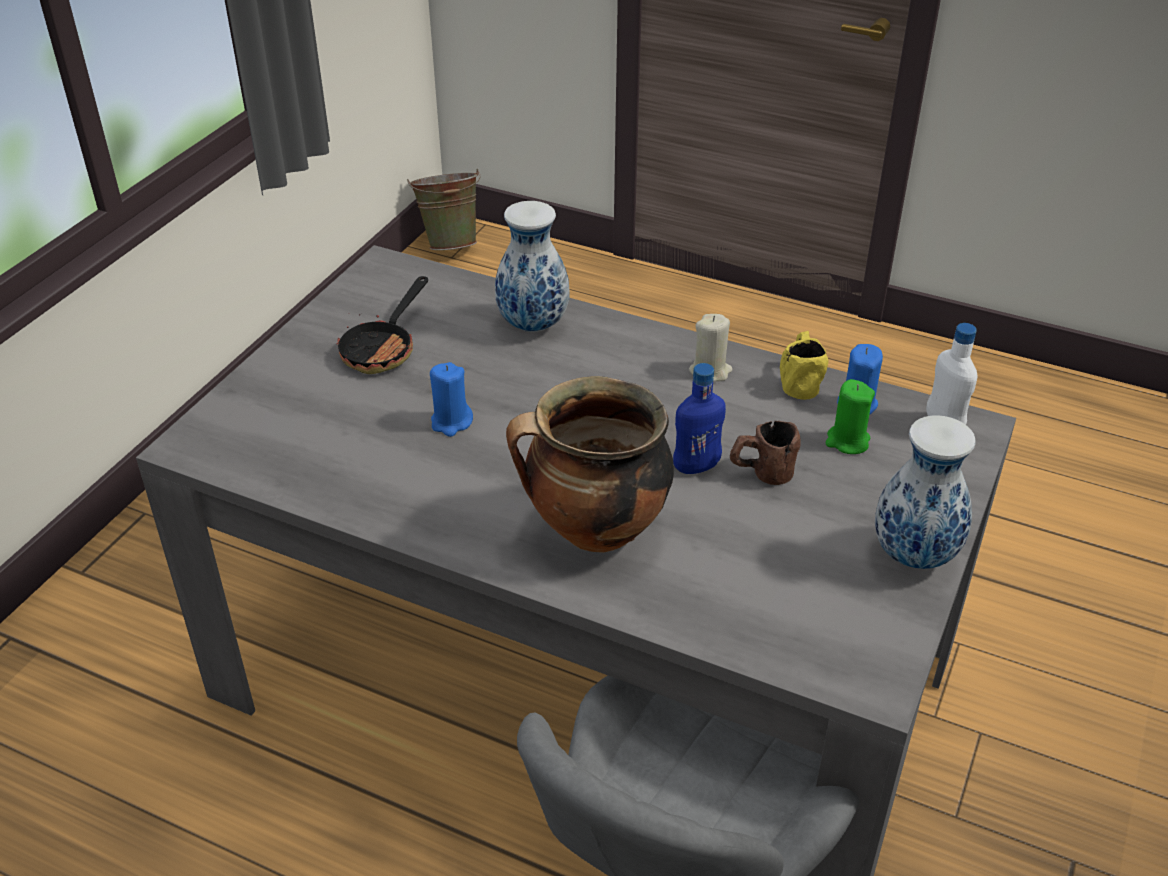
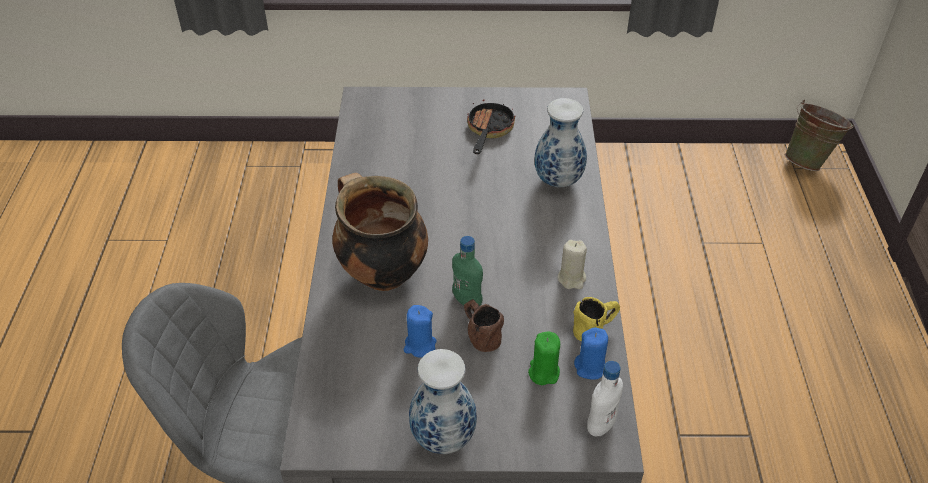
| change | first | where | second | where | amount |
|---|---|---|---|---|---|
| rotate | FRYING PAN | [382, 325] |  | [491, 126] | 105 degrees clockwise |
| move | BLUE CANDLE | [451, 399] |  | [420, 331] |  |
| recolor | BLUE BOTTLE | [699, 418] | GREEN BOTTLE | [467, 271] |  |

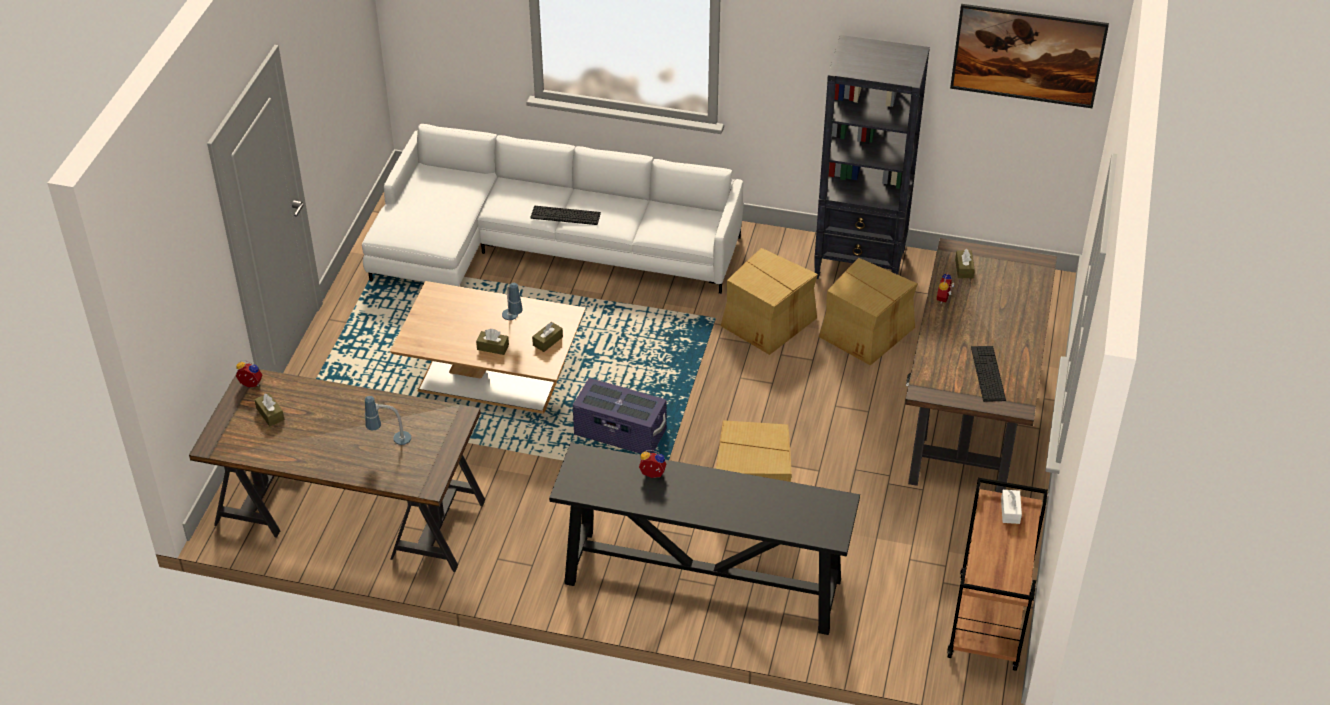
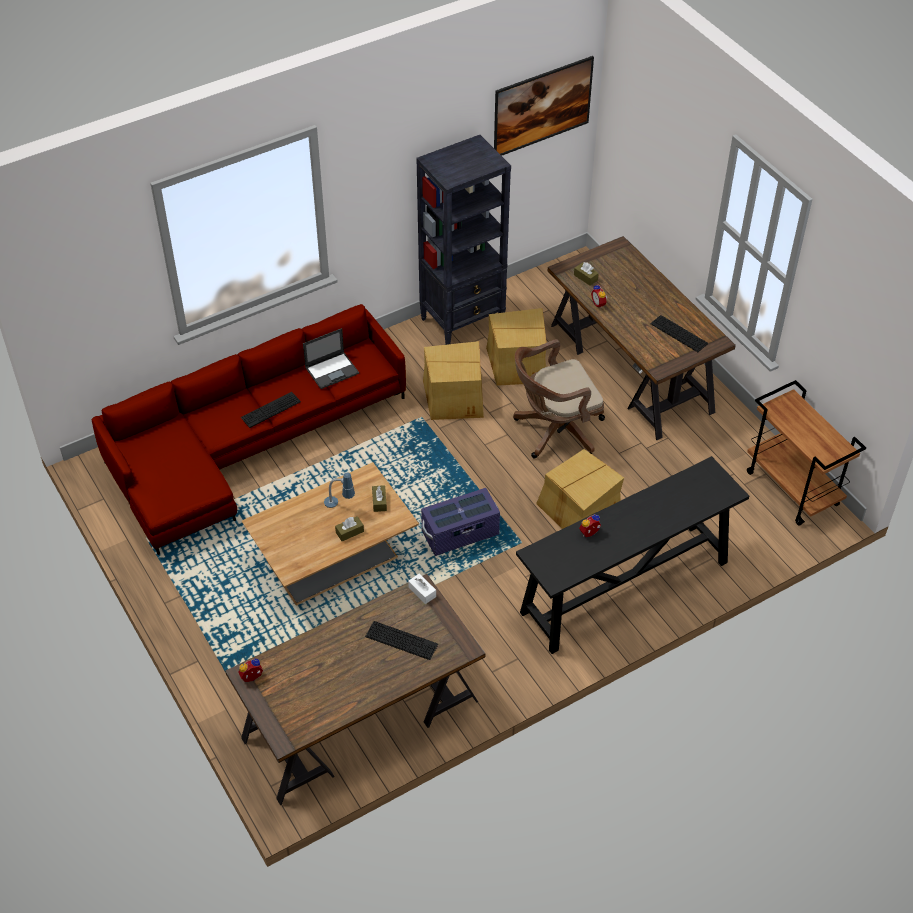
| change | first | where | second | where | amount |
|---|---|---|---|---|---|
| recolor | WHITE SOFA | [552, 209] | RED SOFA | [249, 429] |  |
| delete | BROWN TISSUE BOX | [269, 409] |  |  |  |
| replace | TABLE LAMP | [388, 420] | KEYBOARD | [401, 640] |  |
| move | WHITE TISSUE BOX | [1011, 507] |  | [422, 589] |  |
| insert |  |  | LAPTOP | [331, 358] |  |
| insert |  |  | BROWN OFFICE CHAIR | [559, 399] |  |

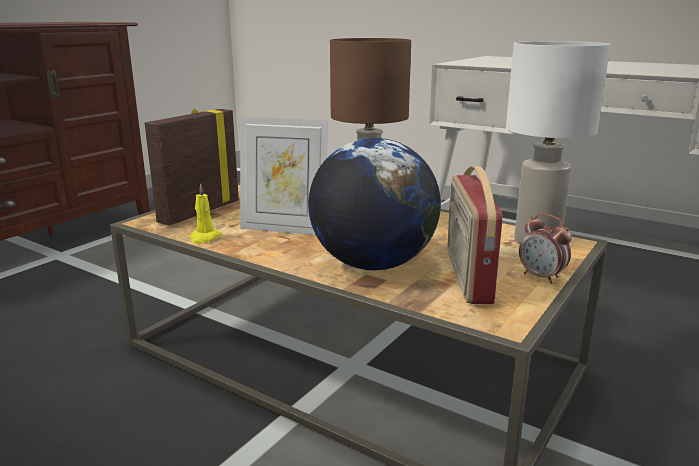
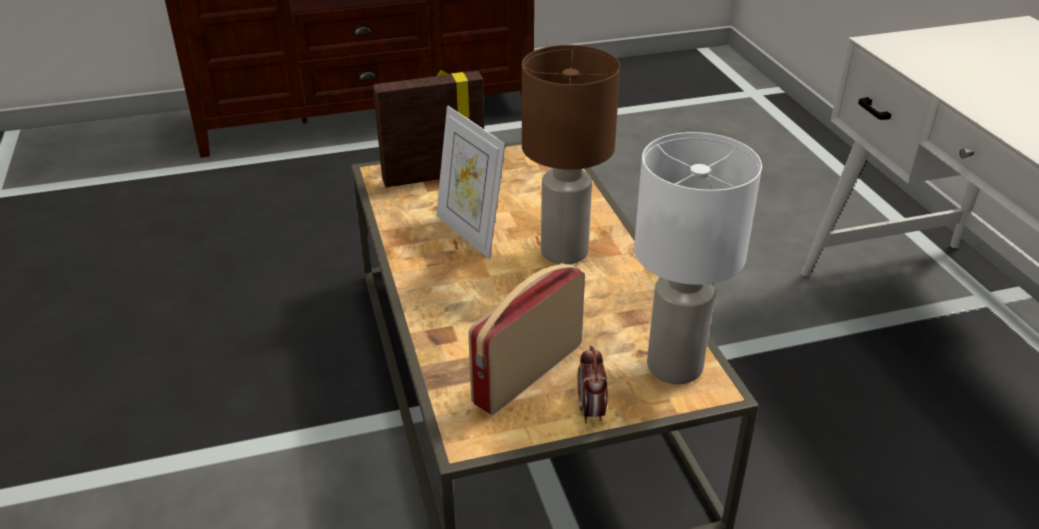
| change | first | where | second | where | amount |
|---|---|---|---|---|---|
| delete | GLOBE | [374, 204] |  |  |  |
| delete | YELLOW CANDLE | [206, 213] |  |  |  |

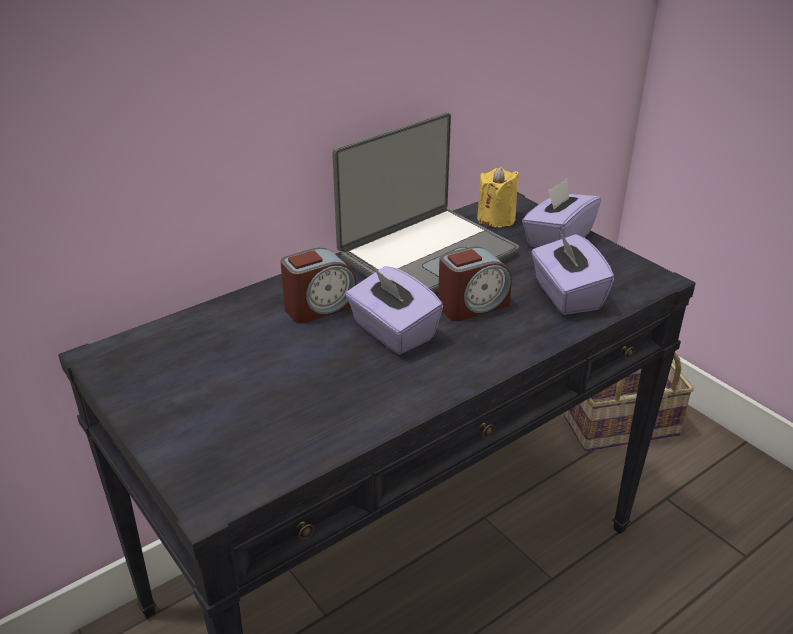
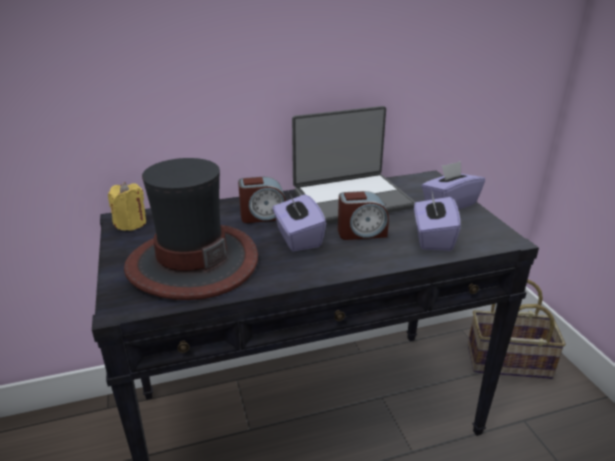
| change | first | where | second | where | amount |
|---|---|---|---|---|---|
| move | YELLOW CANDLE | [498, 196] |  | [127, 206] |  |
| insert |  |  | HAT | [191, 229] |  |

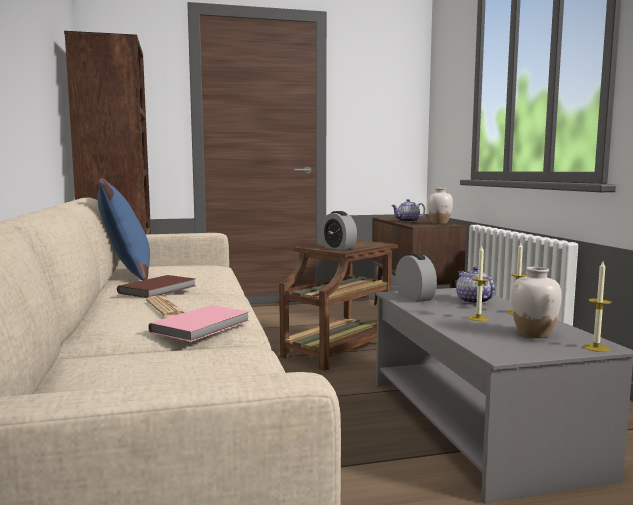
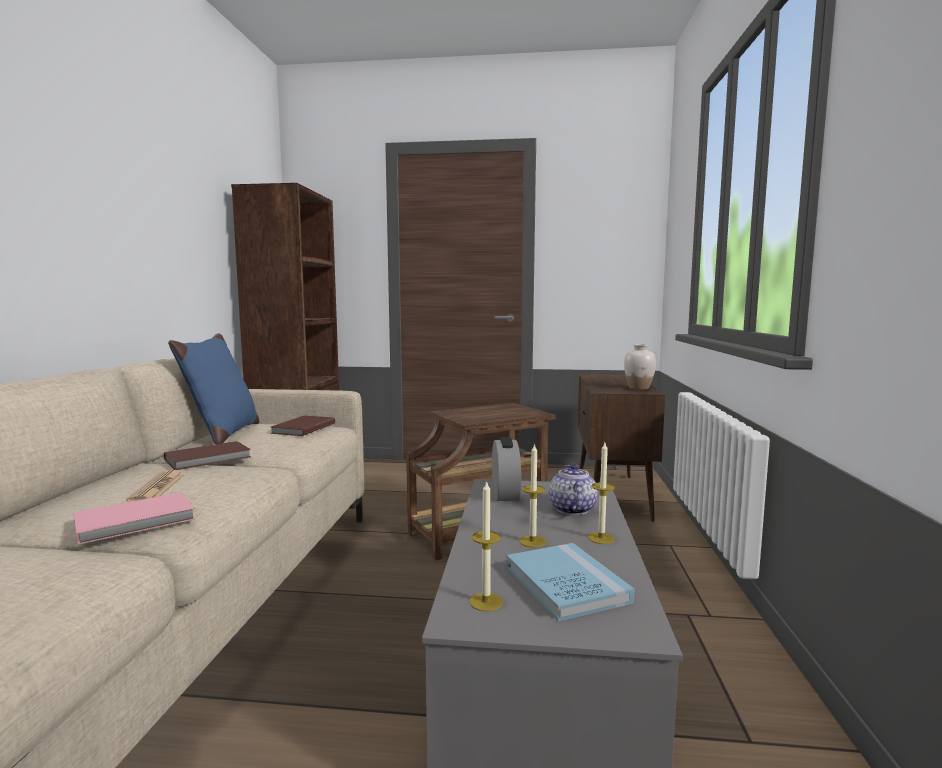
| change | first | where | second | where | amount |
|---|---|---|---|---|---|
| delete | TEAPOT | [408, 210] |  |  |  |
| delete | ALARM CLOCK | [339, 230] |  |  |  |
| move | CANDLE | [597, 306] |  | [486, 545] |  |
| replace | WHITE VASE | [536, 302] | BLUE BOOK | [570, 582] |  |
| insert |  |  | BROWN BOOK | [302, 425] |  |

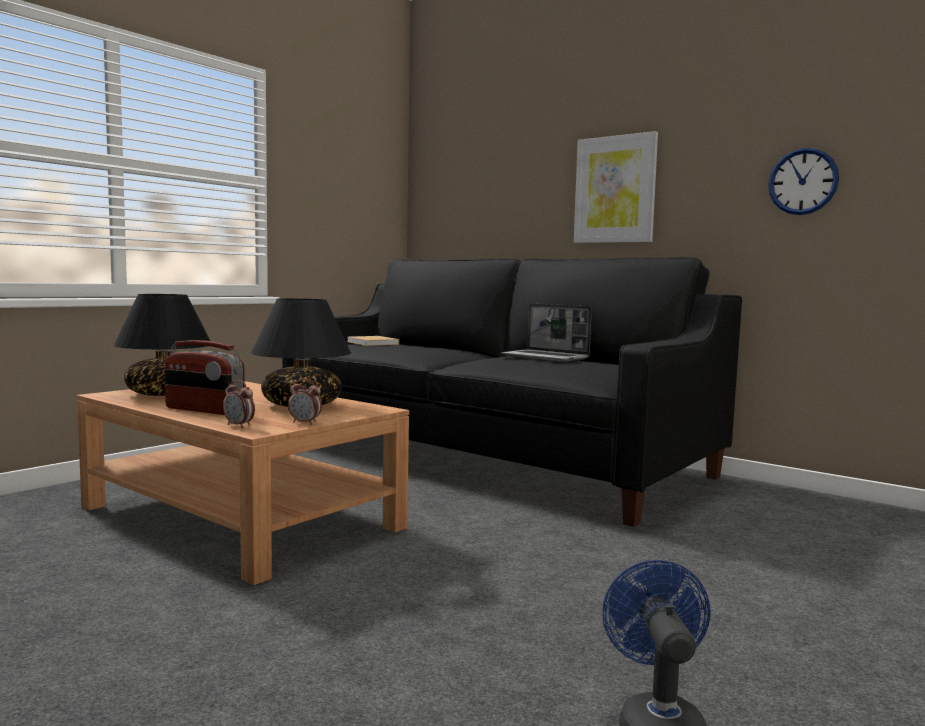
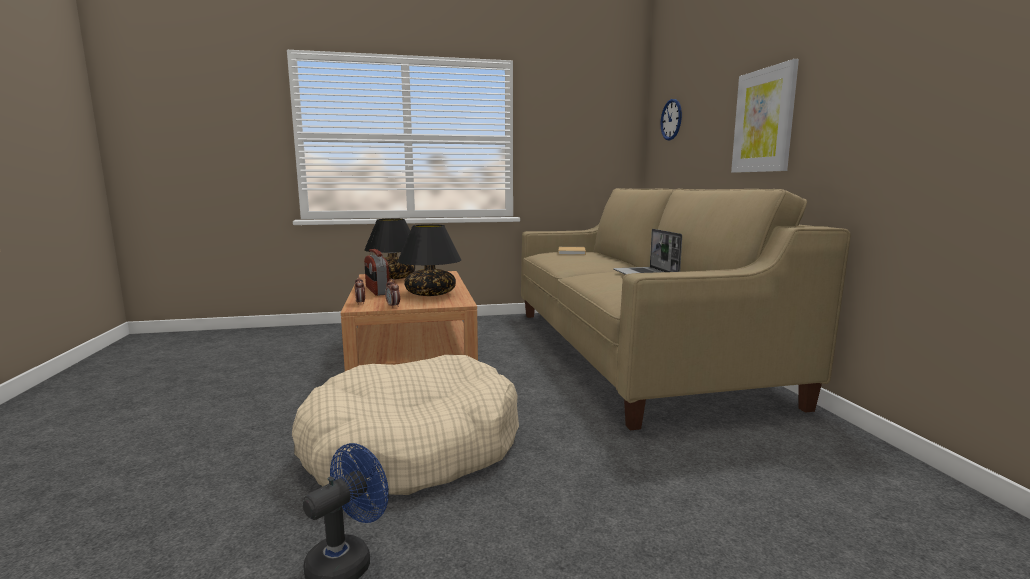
| change | first | where | second | where | amount |
|---|---|---|---|---|---|
| move | WALL CLOCK | [803, 181] |  | [671, 119] |  |
| recolor | BLACK SOFA | [512, 392] | BEIGE SOFA | [686, 309] |  |
| insert |  |  | BEIGE DOG BED | [405, 425] |  |

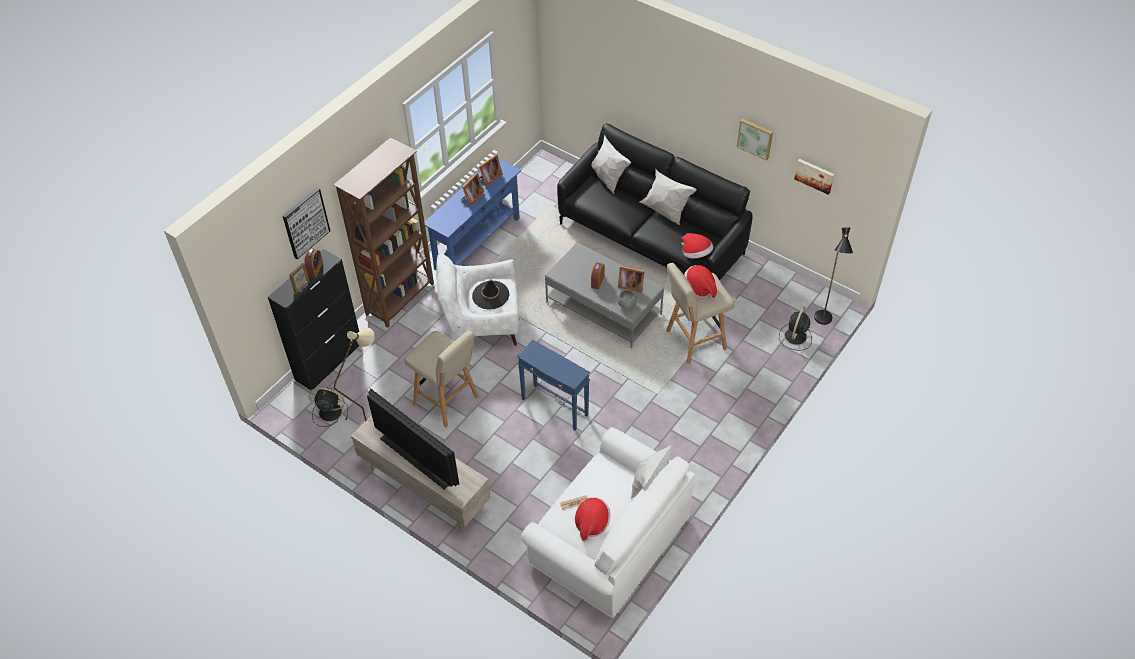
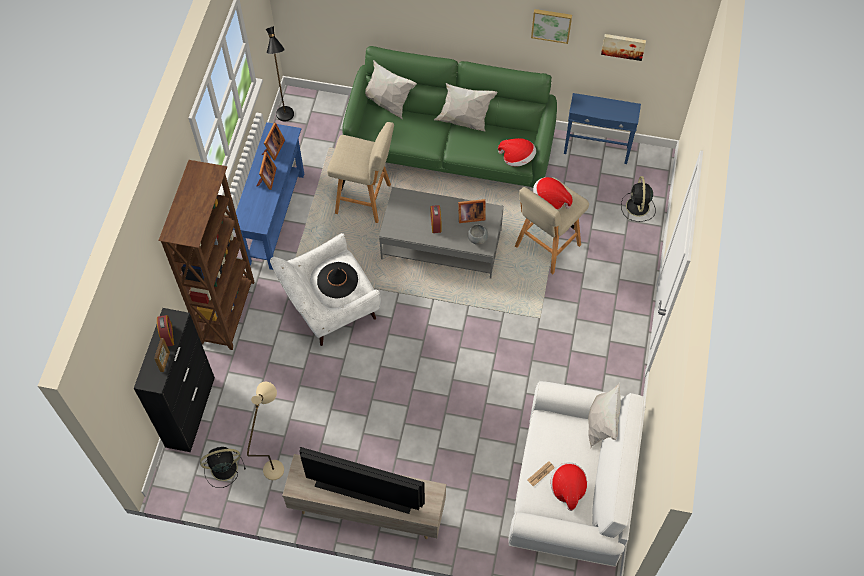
| change | first | where | second | where | amount |
|---|---|---|---|---|---|
| recolor | BLACK SOFA | [655, 201] | GREEN SOFA | [449, 117] |  |
| delete | PICTURE | [306, 223] |  |  |  |
| move | BLACK FLOOR LAMP | [833, 276] |  | [280, 73] |  |
| move | BEIGE STOOL | [441, 378] |  | [360, 172] |  |
| move | BLUE SIDE TABLE | [553, 385] |  | [602, 128] |  |

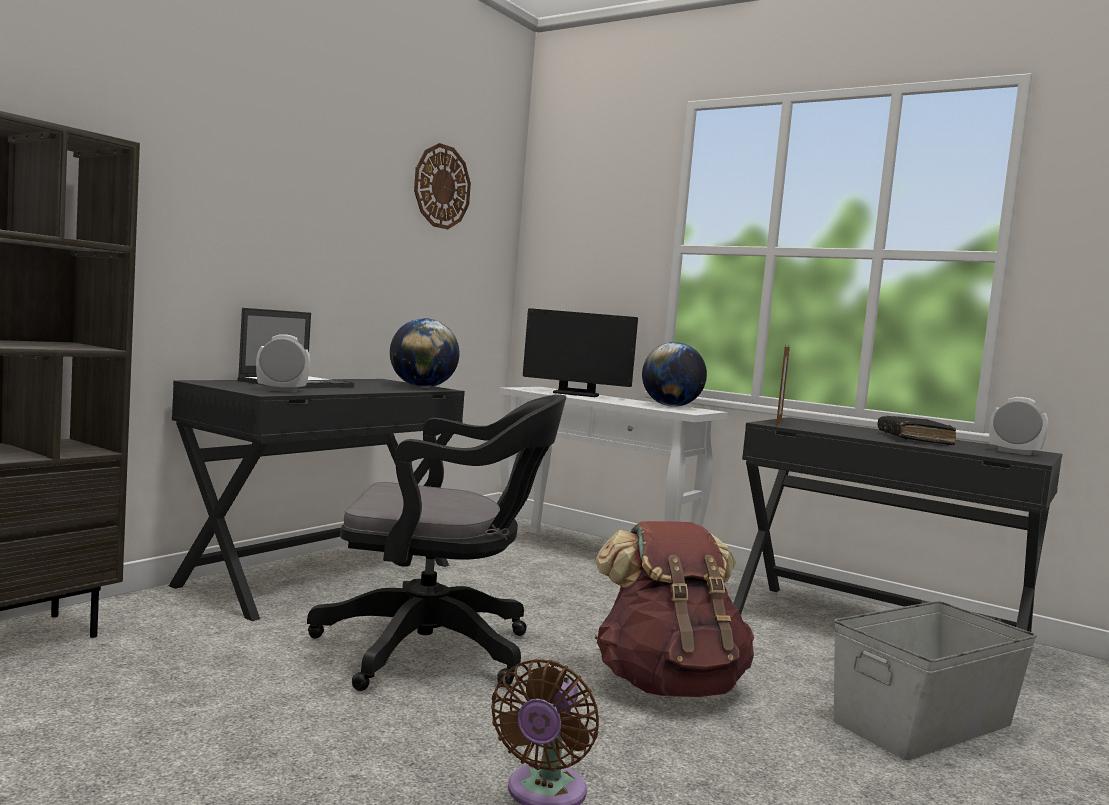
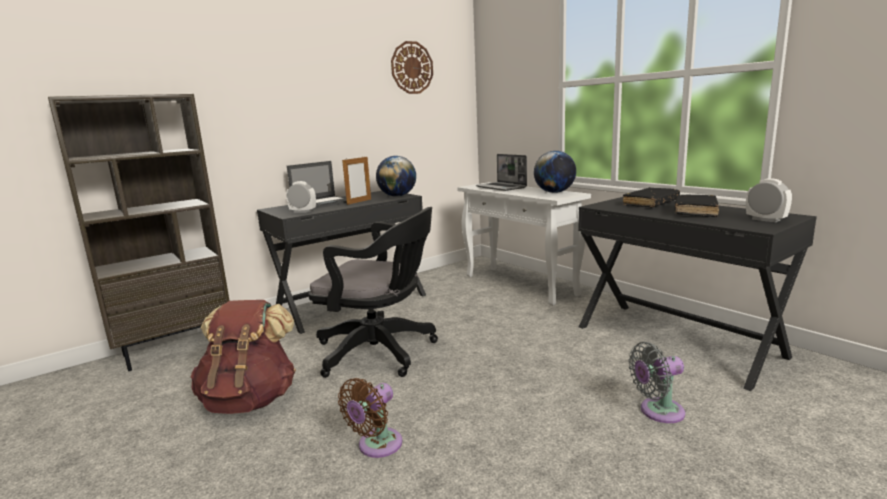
| change | first | where | second | where | amount |
|---|---|---|---|---|---|
| replace | MONITOR | [580, 352] | LAPTOP | [501, 172] |  |
| move | PICTURE FRAME | [783, 384] |  | [356, 181] |  |
| move | BROWN BACKPACK | [674, 609] |  | [243, 357] |  |
| replace | GREY STORAGE BOX | [935, 680] | GREY FAN | [656, 382] |  |
| insert |  |  | BLACK BOOK | [651, 197] |  |

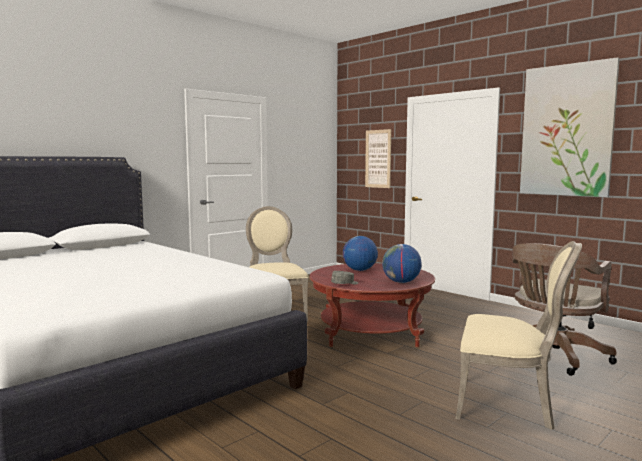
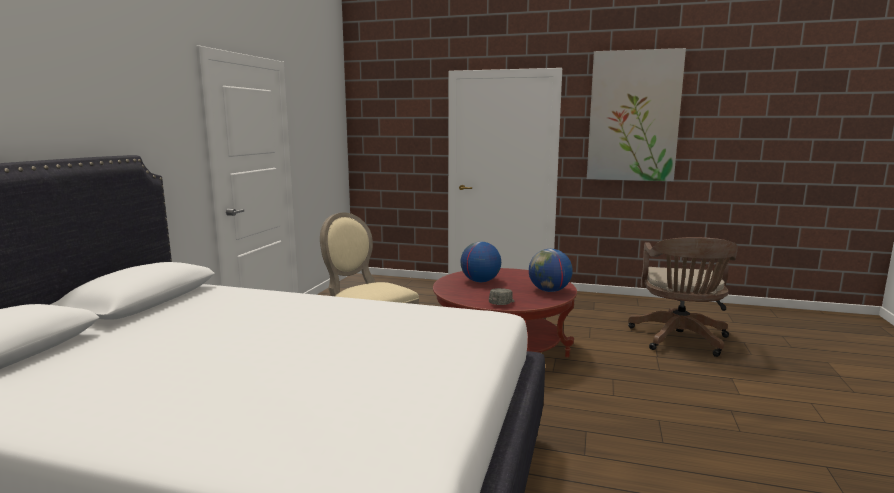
| change | first | where | second | where | amount |
|---|---|---|---|---|---|
| delete | PICTURE | [378, 158] |  |  |  |
| delete | BEIGE CHAIR | [518, 335] |  |  |  |

